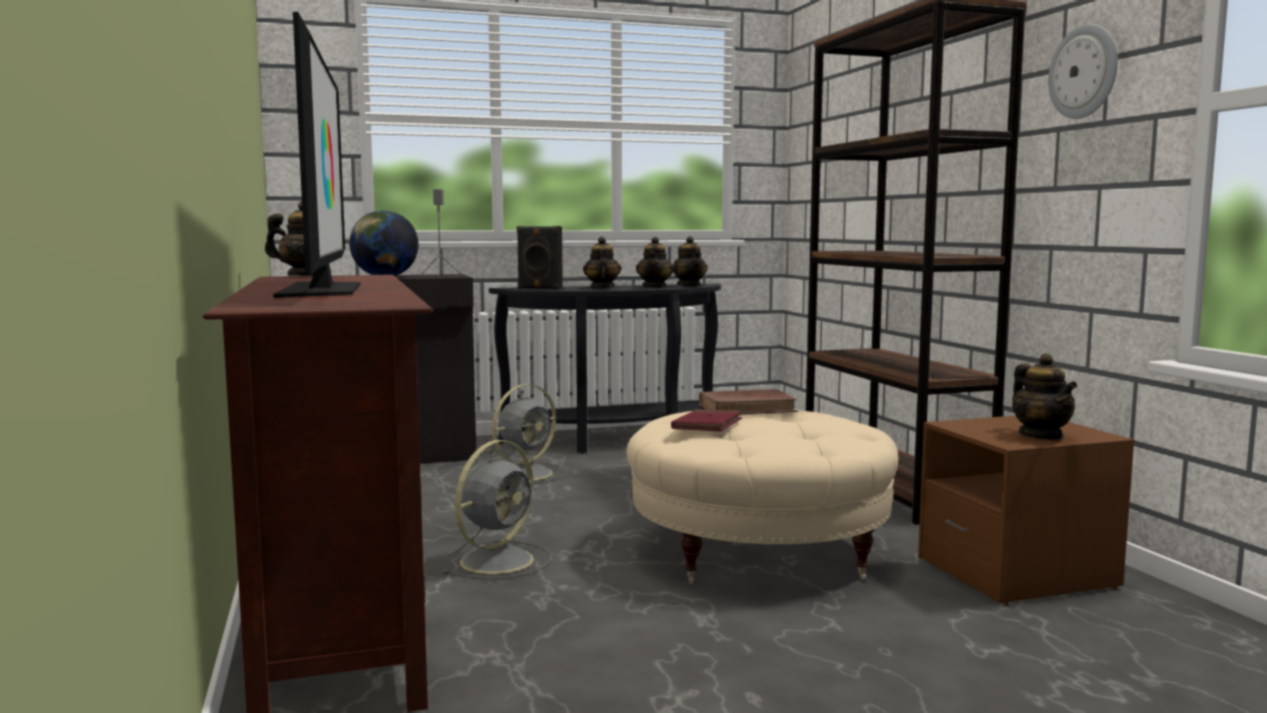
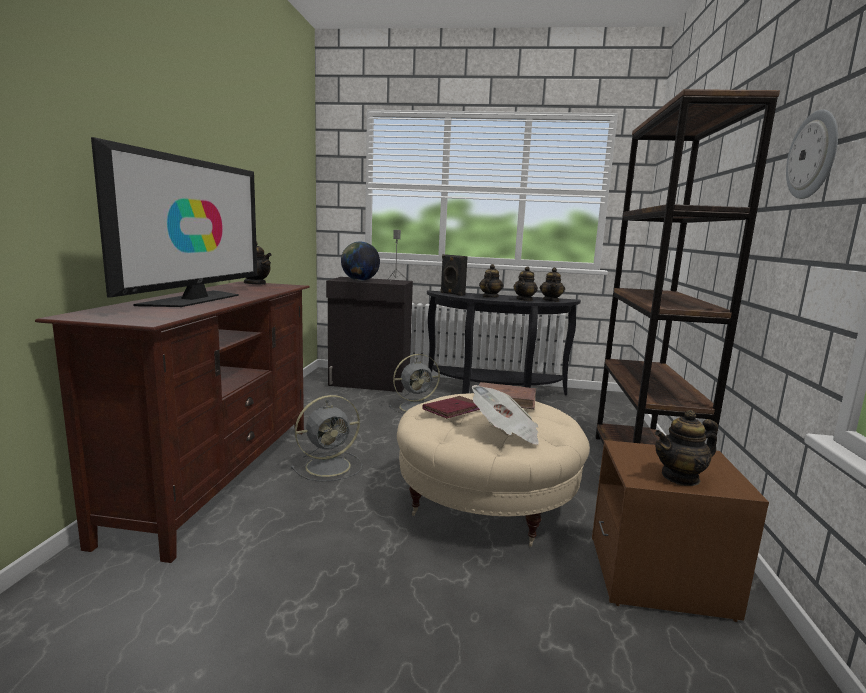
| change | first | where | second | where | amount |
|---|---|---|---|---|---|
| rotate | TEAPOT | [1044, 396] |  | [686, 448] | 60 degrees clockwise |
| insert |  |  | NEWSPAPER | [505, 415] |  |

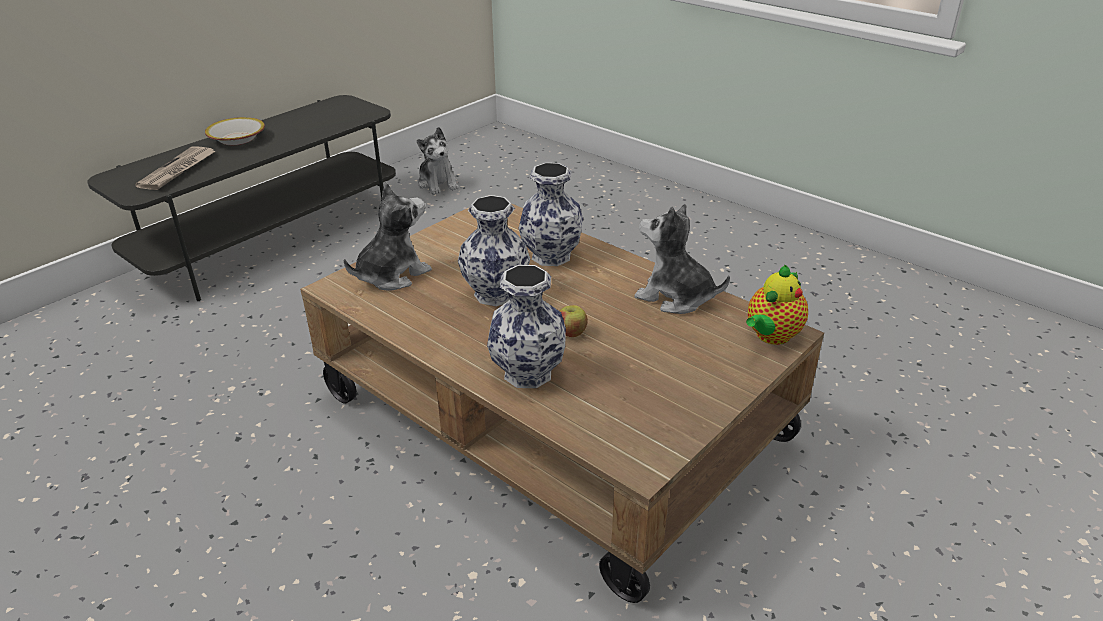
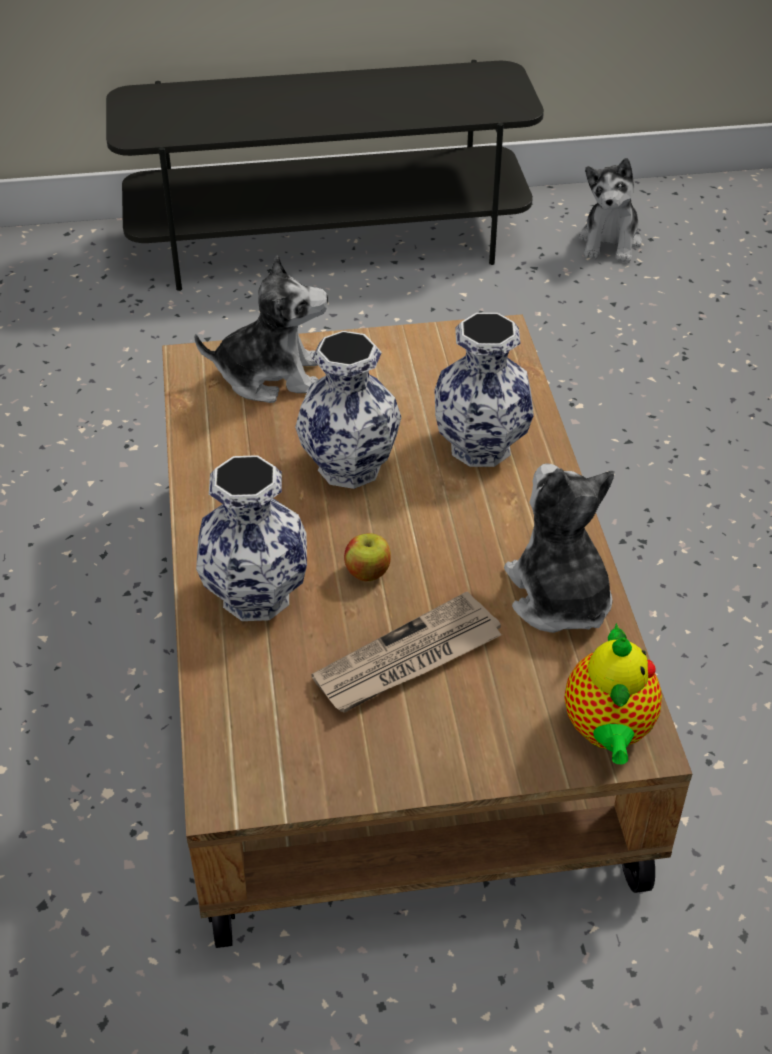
| change | first | where | second | where | amount |
|---|---|---|---|---|---|
| delete | BOWL | [235, 131] |  |  |  |
| move | NEWSPAPER | [175, 168] |  | [406, 652] |  |
| rotate | TEAPOT | [777, 305] |  | [613, 694] | 75 degrees counterclockwise |

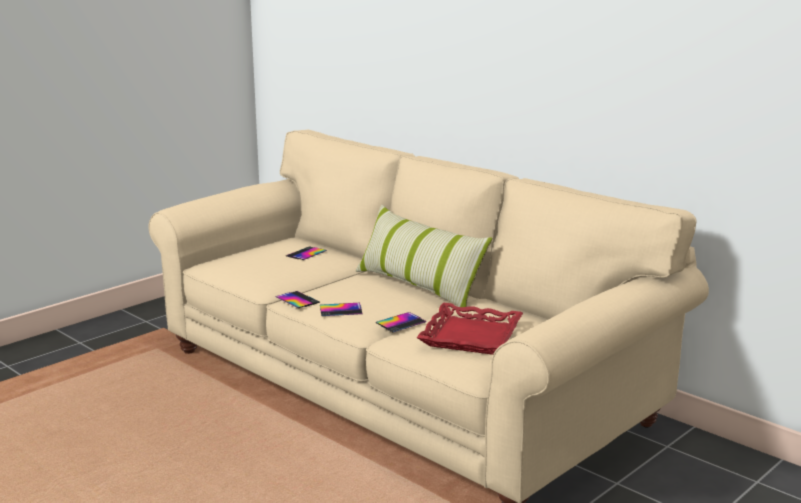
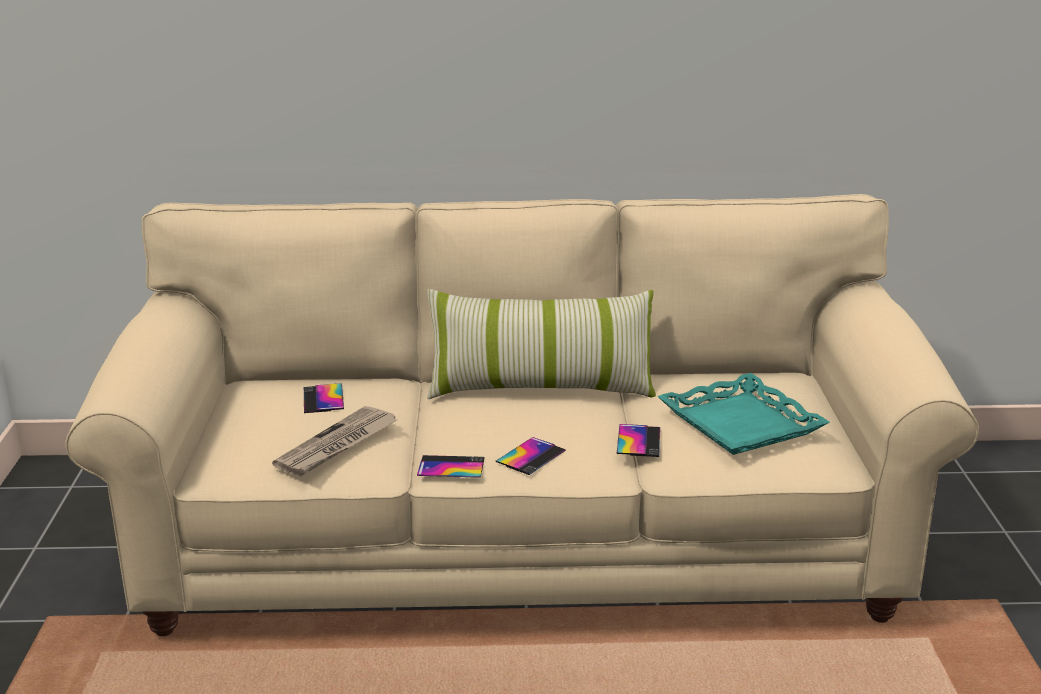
| change | first | where | second | where | amount |
|---|---|---|---|---|---|
| recolor | RED TRAY | [470, 329] | TURQUOISE TRAY | [744, 414] |  |
| insert |  |  | NEWSPAPER | [334, 441] |  |

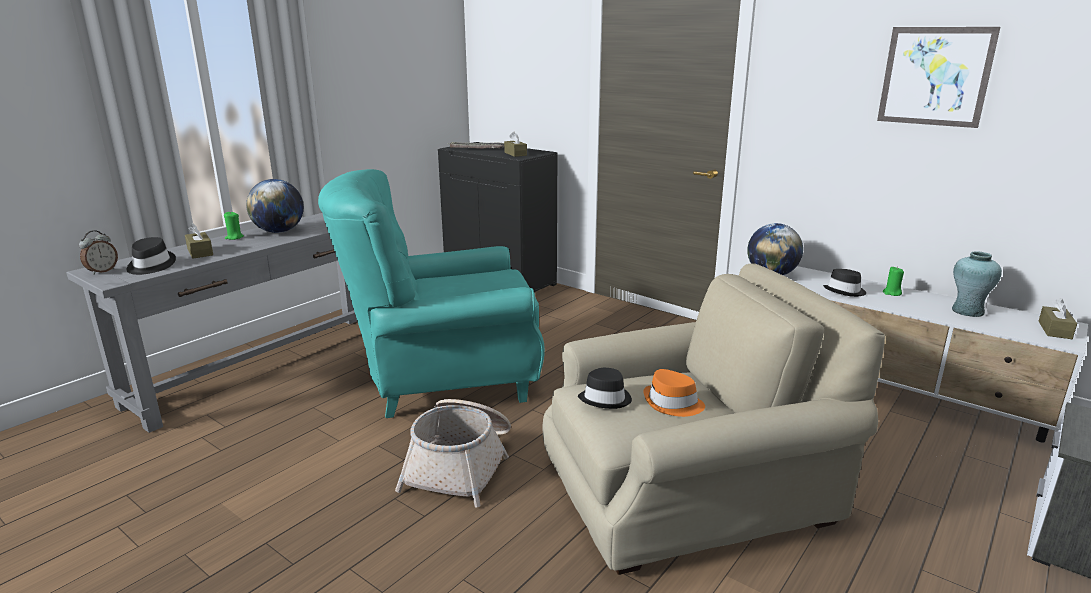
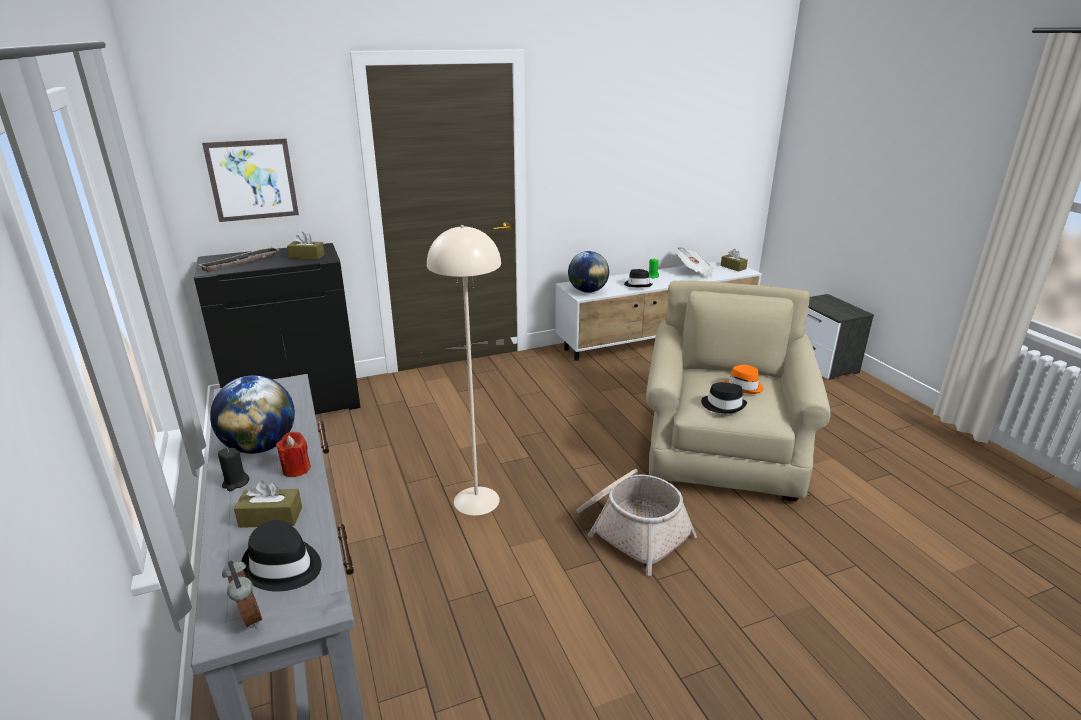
| change | first | where | second | where | amount |
|---|---|---|---|---|---|
| move | PICTURE | [938, 77] |  | [250, 180] |  |
| replace | TURQUOISE ARMCHAIR | [431, 293] | BEIGE FLOOR LAMP | [464, 370] |  |
| recolor | GREEN CANDLE | [234, 225] | BLACK CANDLE | [233, 469] |  |
| replace | TURQUOISE VASE | [977, 284] | NEWSPAPER | [695, 262] |  |
| insert |  |  | RED CANDLE | [293, 454] |  |

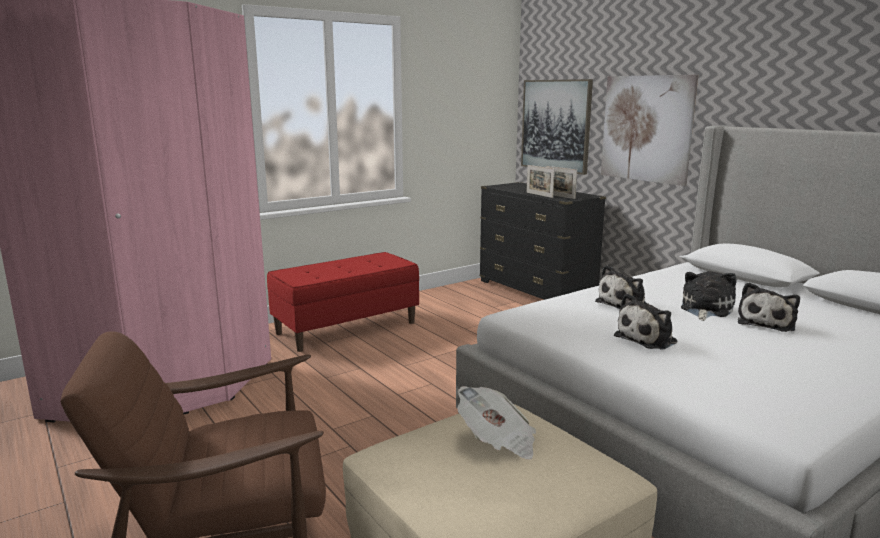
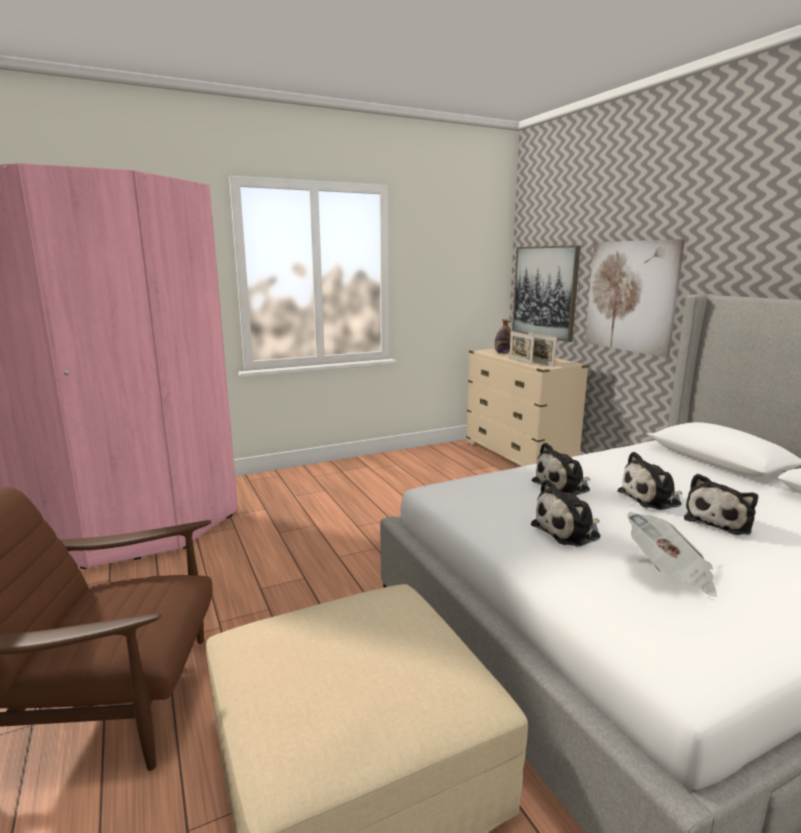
| change | first | where | second | where | amount |
|---|---|---|---|---|---|
| recolor | BLACK DRESSER | [542, 241] | BEIGE DRESSER | [527, 407] |  |
| delete | RED BENCH | [343, 302] |  |  |  |
| rotate | PLUSH TOY | [709, 296] |  | [649, 481] | 150 degrees counterclockwise |
| move | NEWSPAPER | [496, 423] |  | [672, 554] |  |
| insert |  |  | BOTTLE | [502, 336] |  |

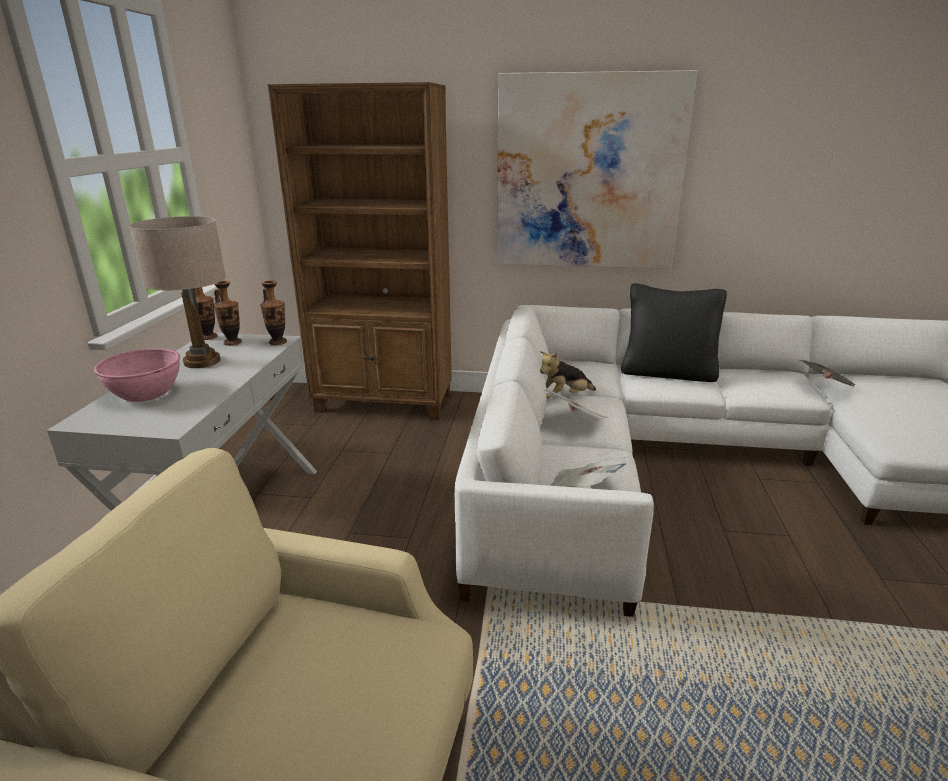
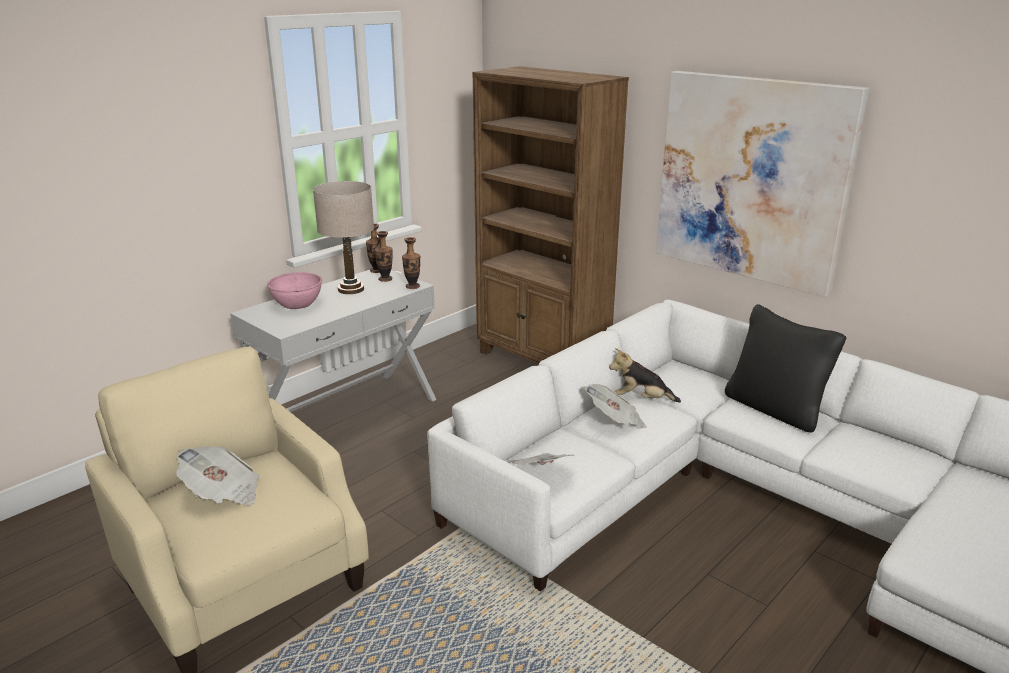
| change | first | where | second | where | amount |
|---|---|---|---|---|---|
| move | NEWSPAPER | [828, 373] |  | [218, 476] |  |

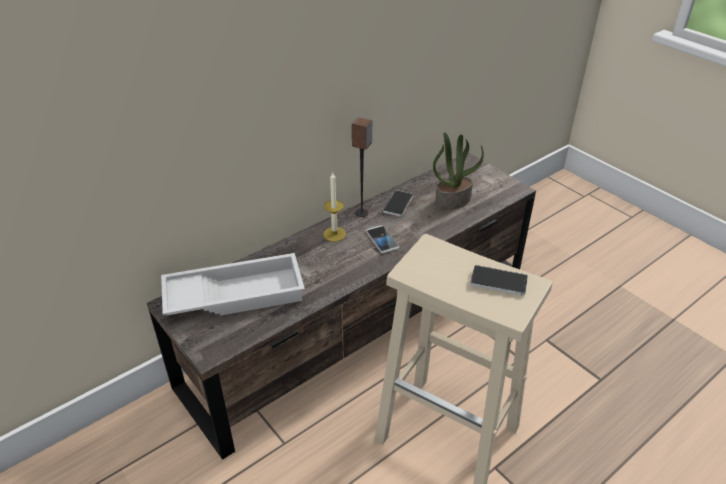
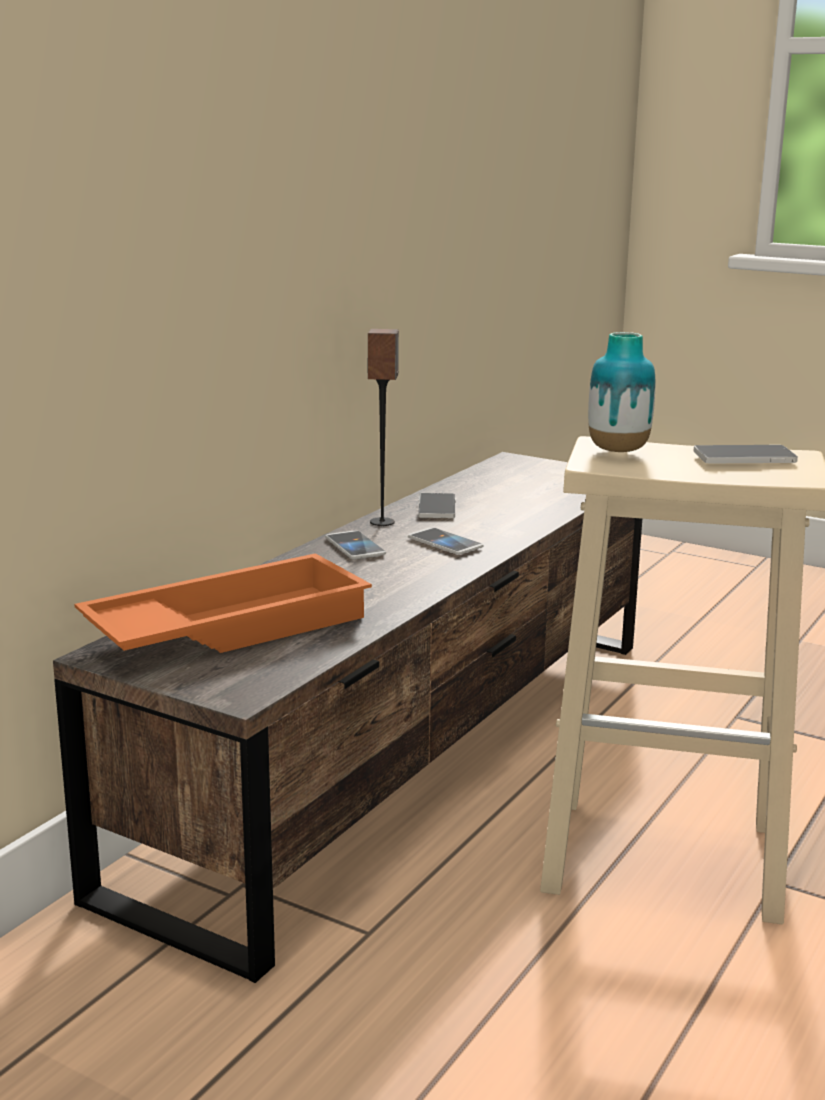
| change | first | where | second | where | amount |
|---|---|---|---|---|---|
| delete | POTTED PLANT | [458, 171] |  |  |  |
| replace | CANDLE | [334, 206] | PHONE | [355, 545] |  |
| recolor | WHITE TRAY | [233, 284] | ORANGE TRAY | [223, 603] |  |
| insert |  |  | VASE | [621, 392] |  |

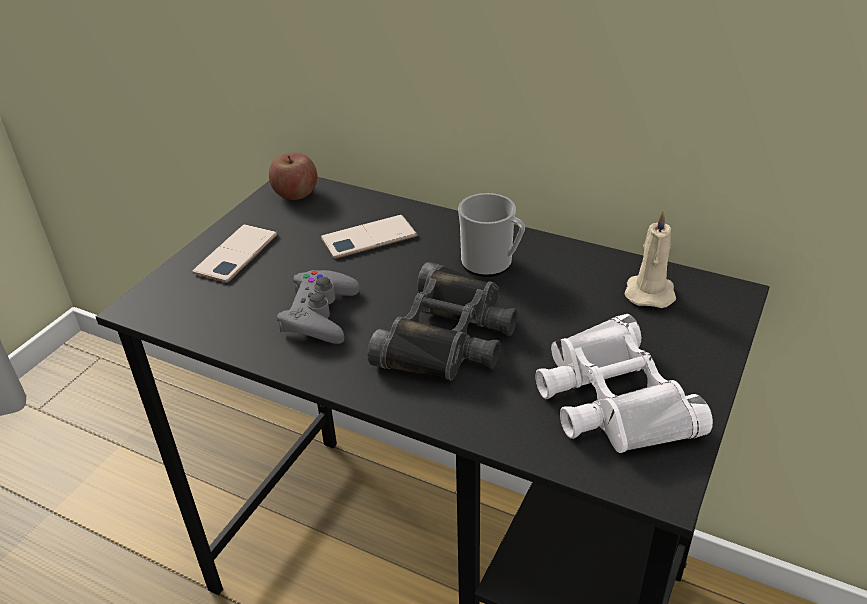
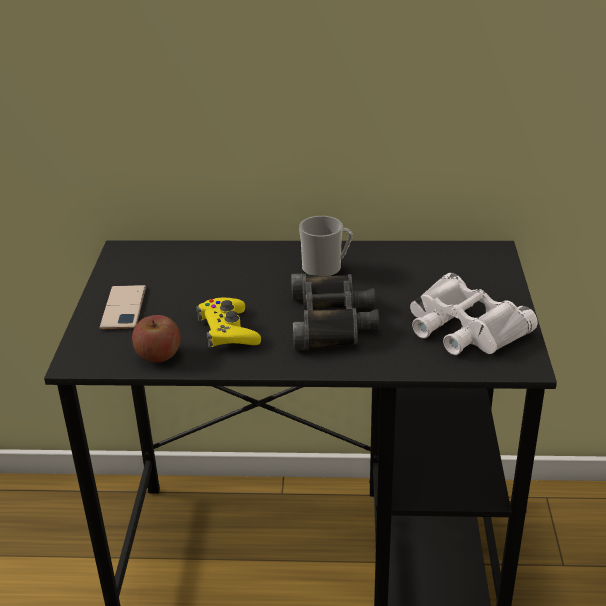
| change | first | where | second | where | amount |
|---|---|---|---|---|---|
| move | APPLE | [293, 176] |  | [156, 338] |  |
| delete | BEIGE CANDLE | [650, 258] |  |  |  |
| delete | PHONE | [369, 237] |  |  |  |
| recolor | GREY GAME CONTROLLER | [318, 307] | YELLOW GAME CONTROLLER | [228, 323] |  |

